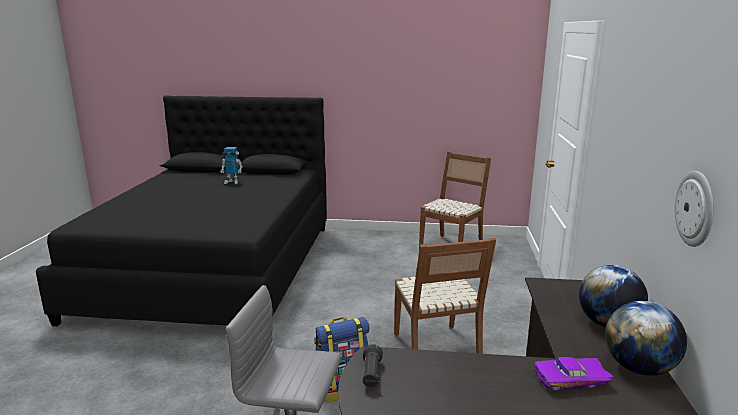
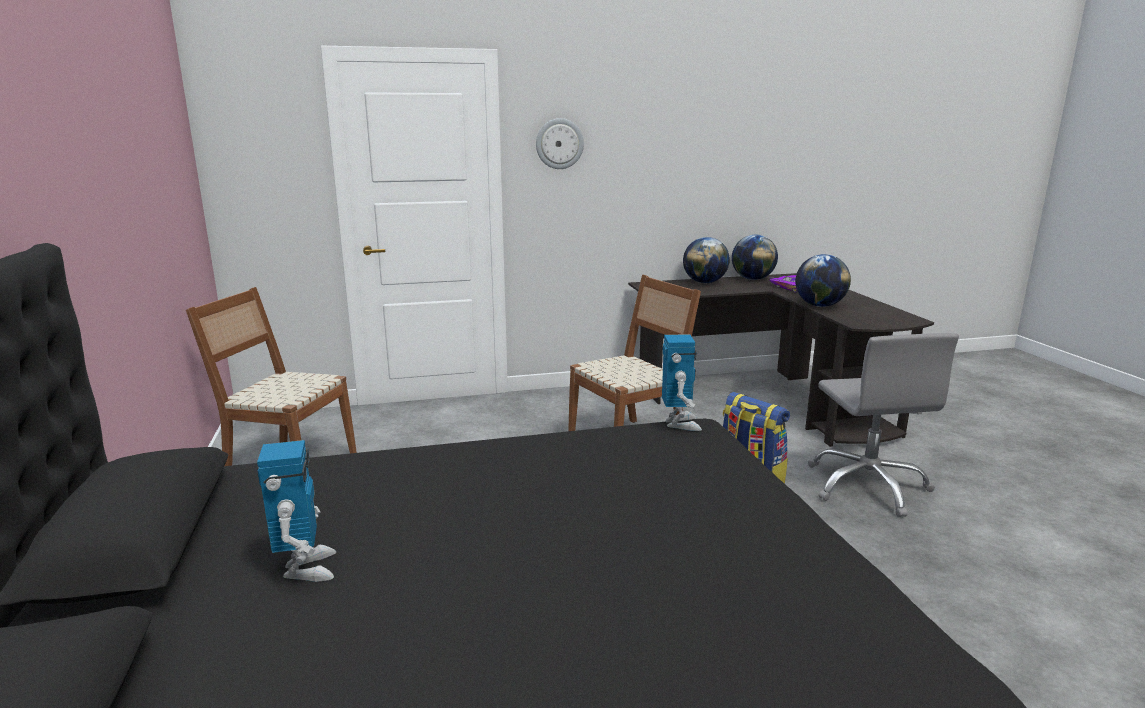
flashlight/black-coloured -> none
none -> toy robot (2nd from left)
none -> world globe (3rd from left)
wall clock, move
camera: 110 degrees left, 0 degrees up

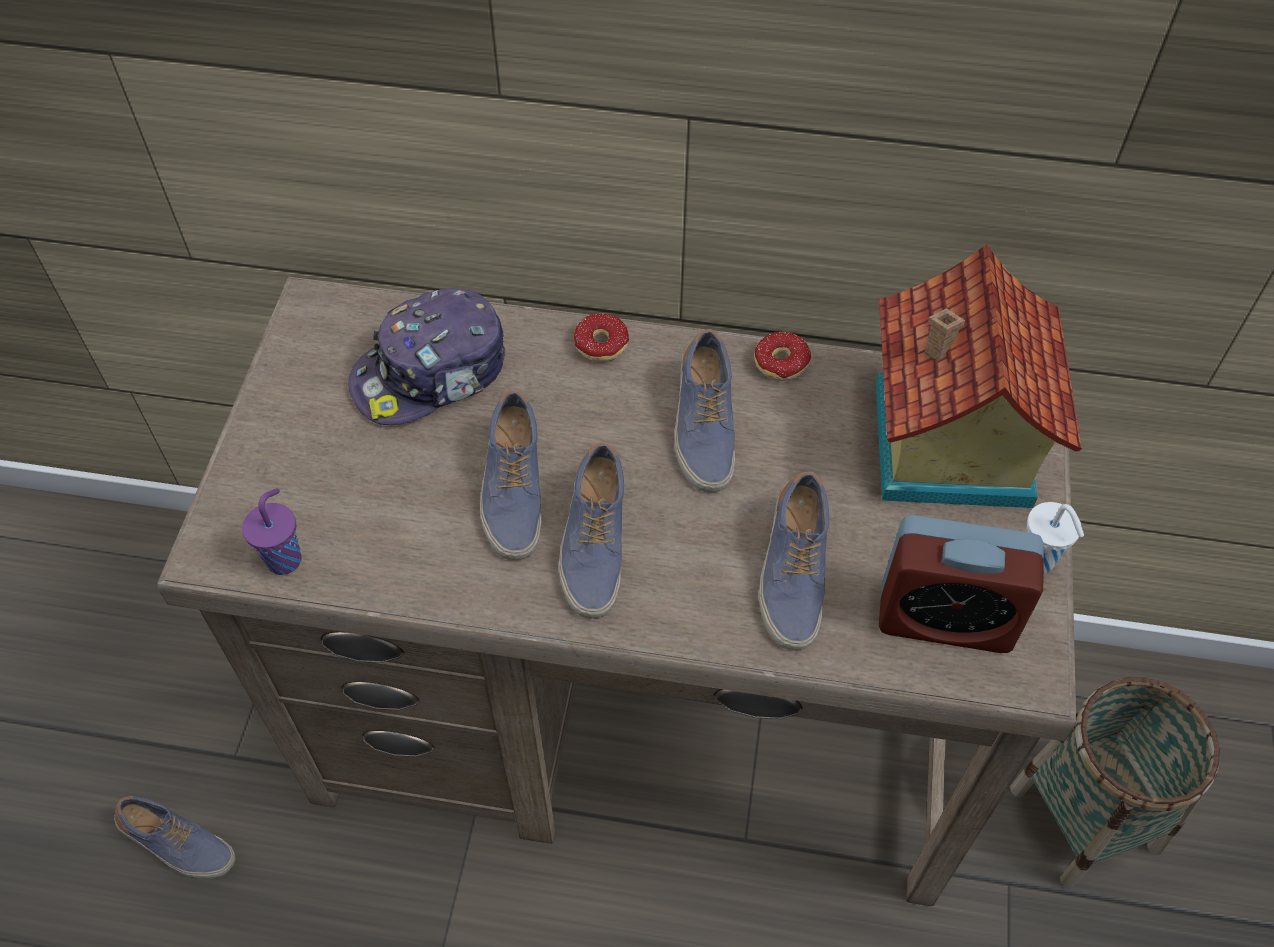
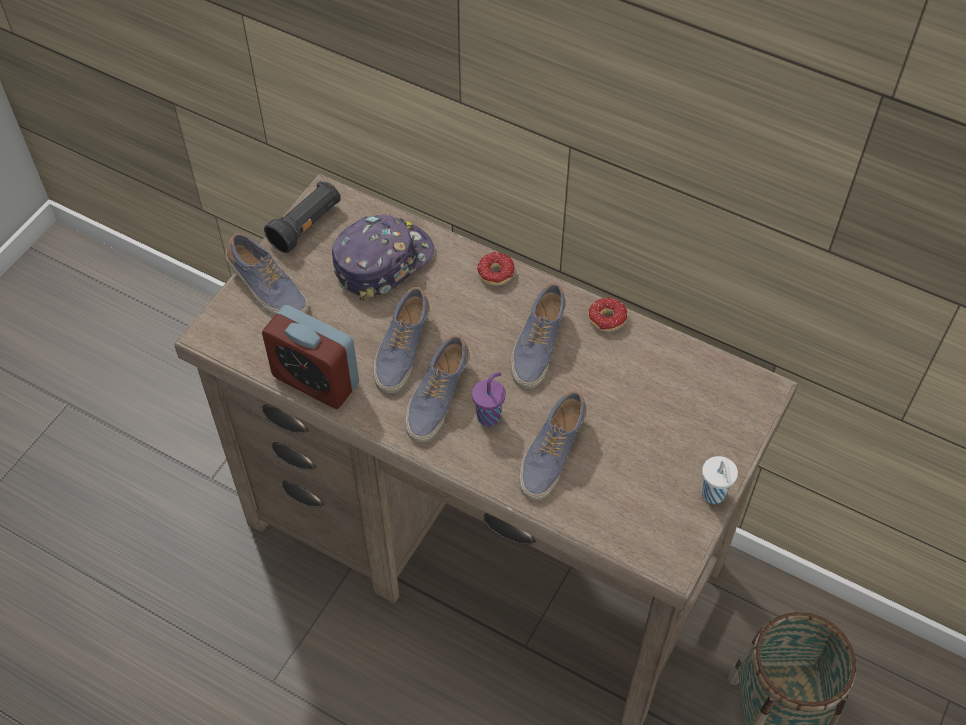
toy house -> none
none -> flashlight/black-coloured
item of footwear (1st from left), move
cup/purple-coloured, move
bedside clock, move
cap, 150 degrees clockwise
camera: 20 degrees right, 0 degrees up

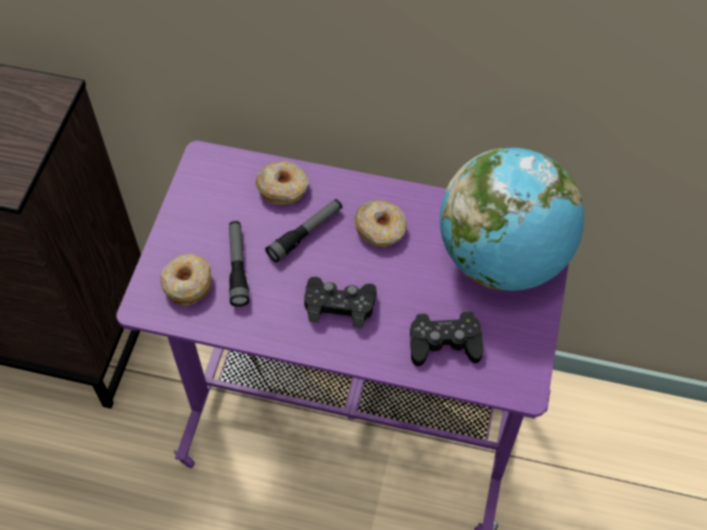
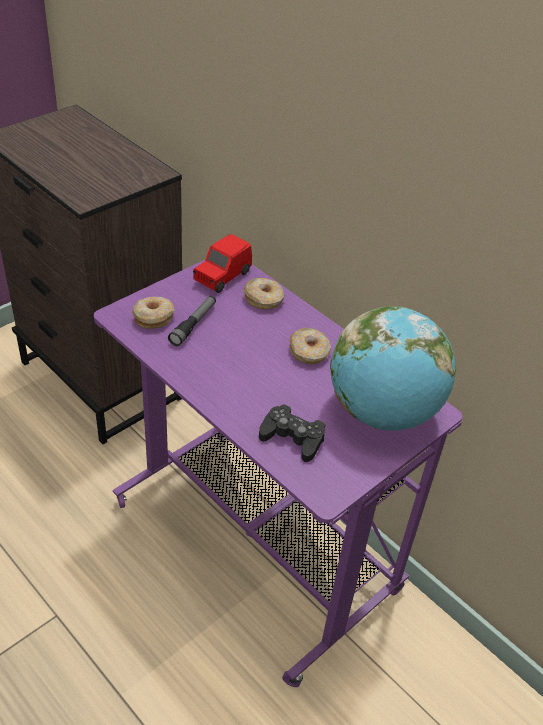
flashlight (2nd from left) -> none
game controller/black-coloured (1st from left) -> none
none -> model car/red-coloured
camera: 30 degrees right, 15 degrees down

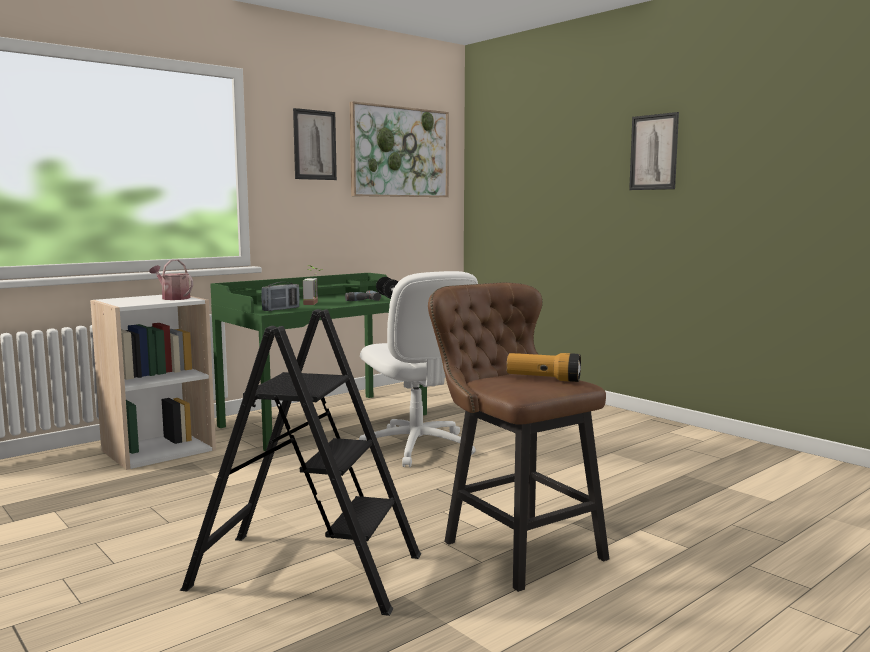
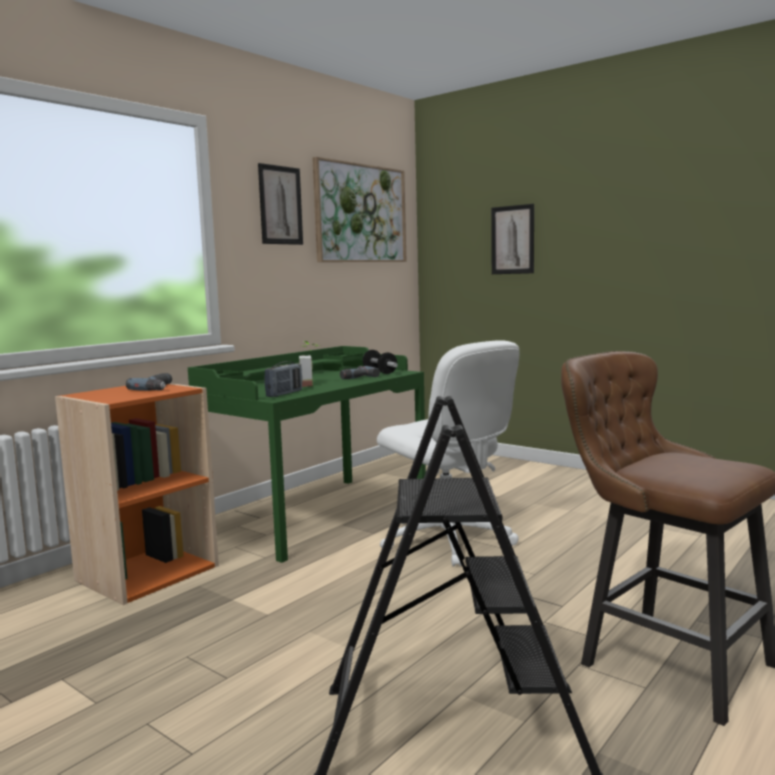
flashlight -> none
wall art (3rd from left), move
watering pot -> electric drill (1st from left)
shelving unit/whitish -> shelving unit/orange
camera: 10 degrees left, 0 degrees up

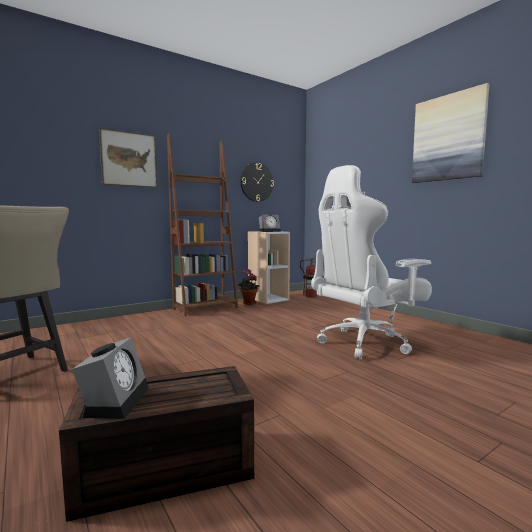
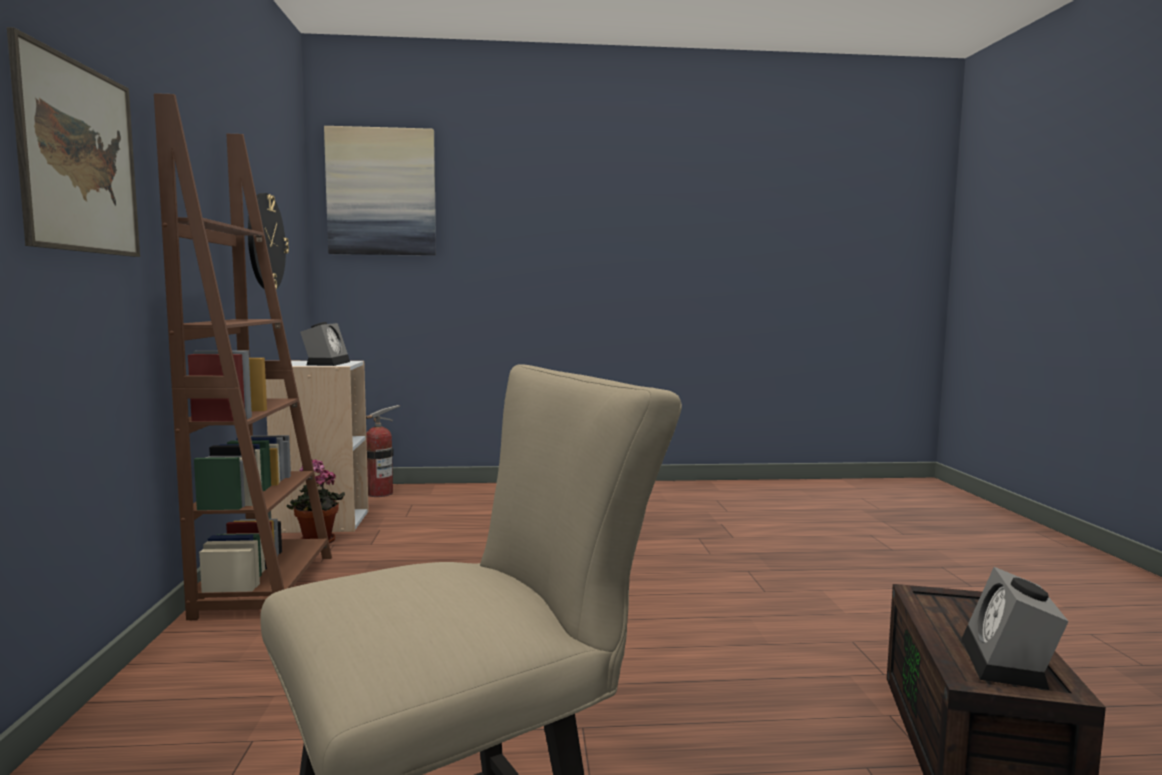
desk chair/whitish -> none
wall art (2nd from left), move
bedside clock (1st from left in the first image) -> bedside clock (2nd from left), 105 degrees counterclockwise
camera: 60 degrees left, 0 degrees up

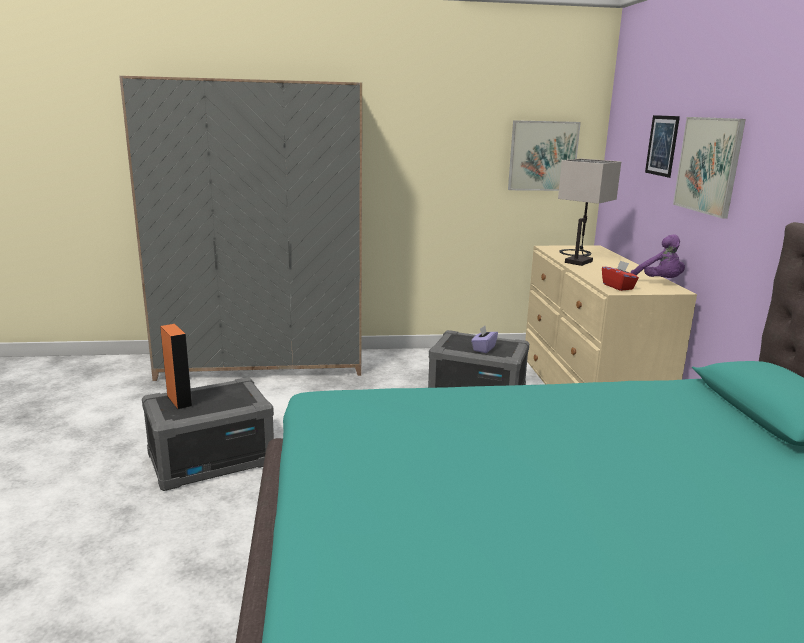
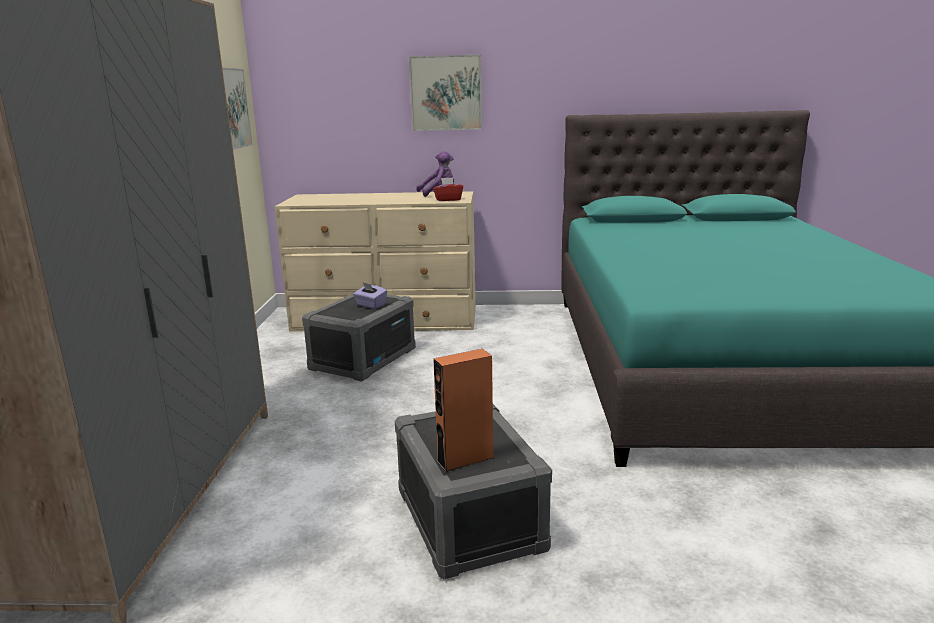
lamp for a table -> none
wall art (2nd from left) -> none
camera: 80 degrees left, 0 degrees up

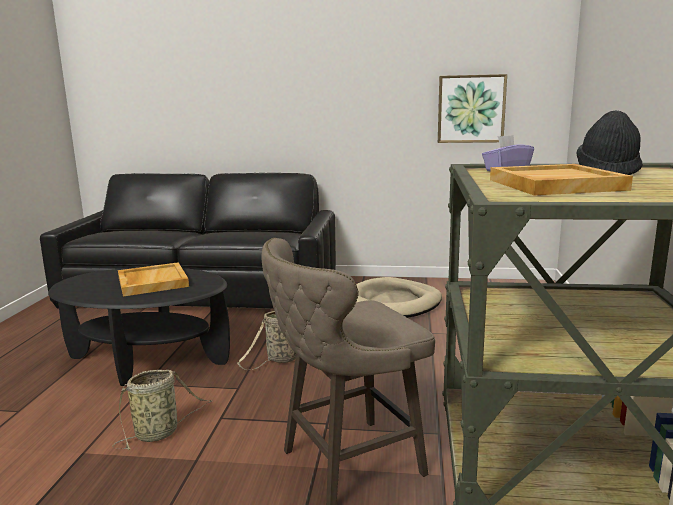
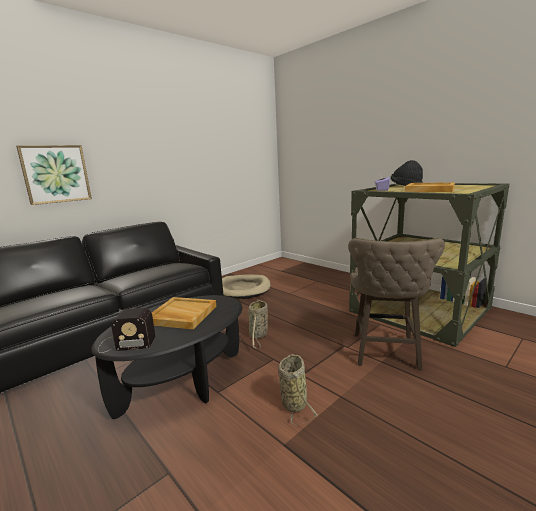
none -> radio
wall art, move
camera: 50 degrees left, 0 degrees up

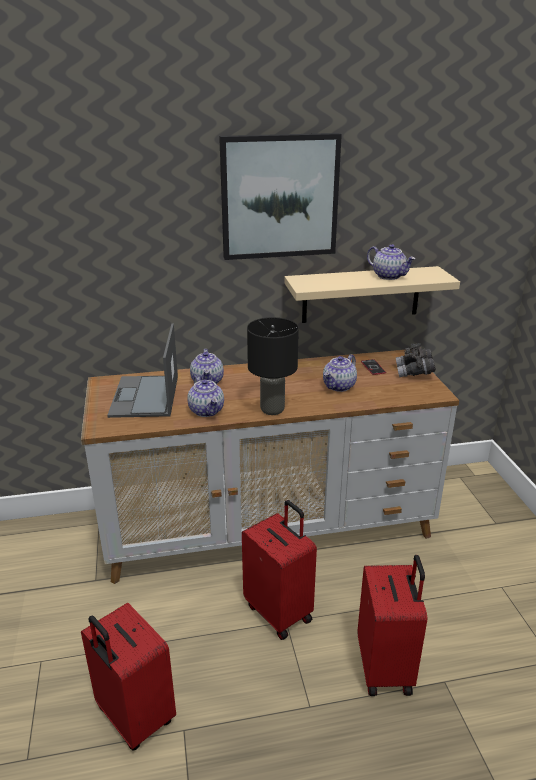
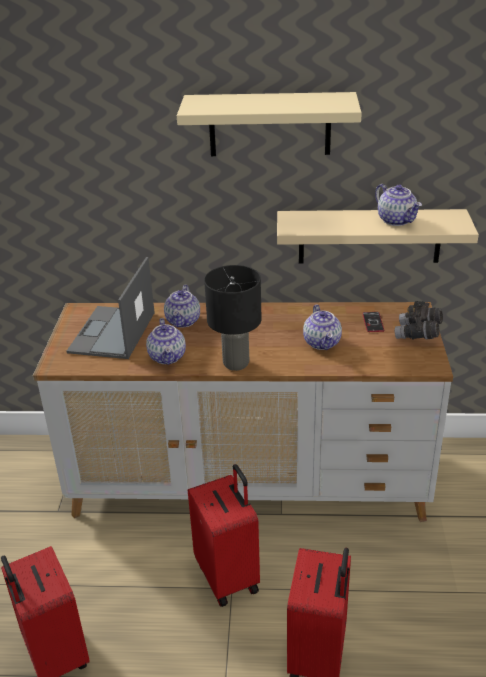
wall art -> wall shelf/beige (1st from left)
pot for tea (3rd from left), 60 degrees counterclockwise
camera: 15 degrees right, 5 degrees up

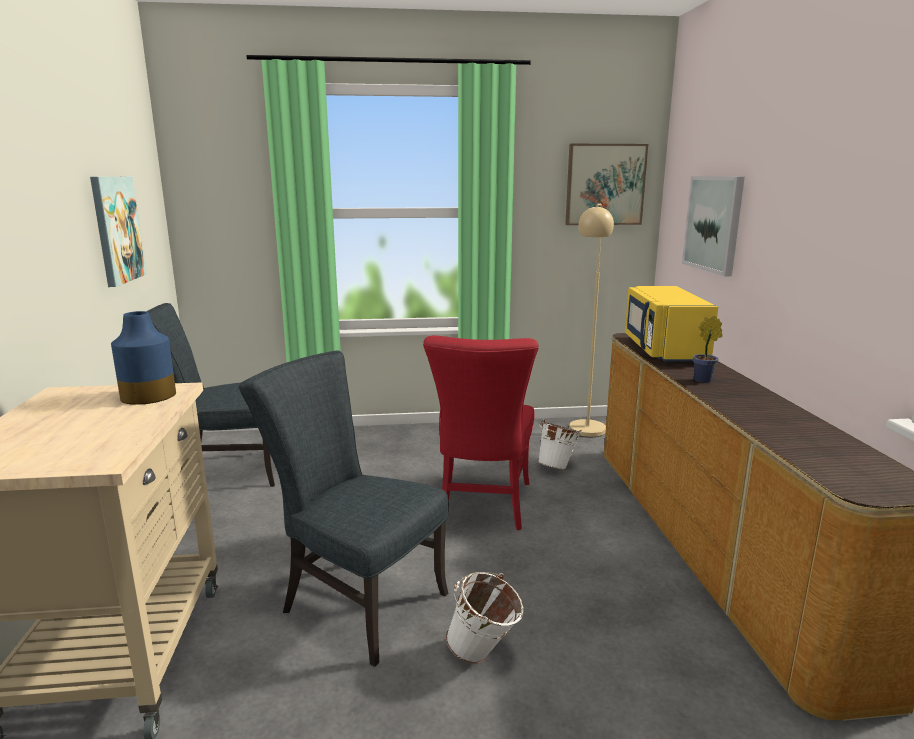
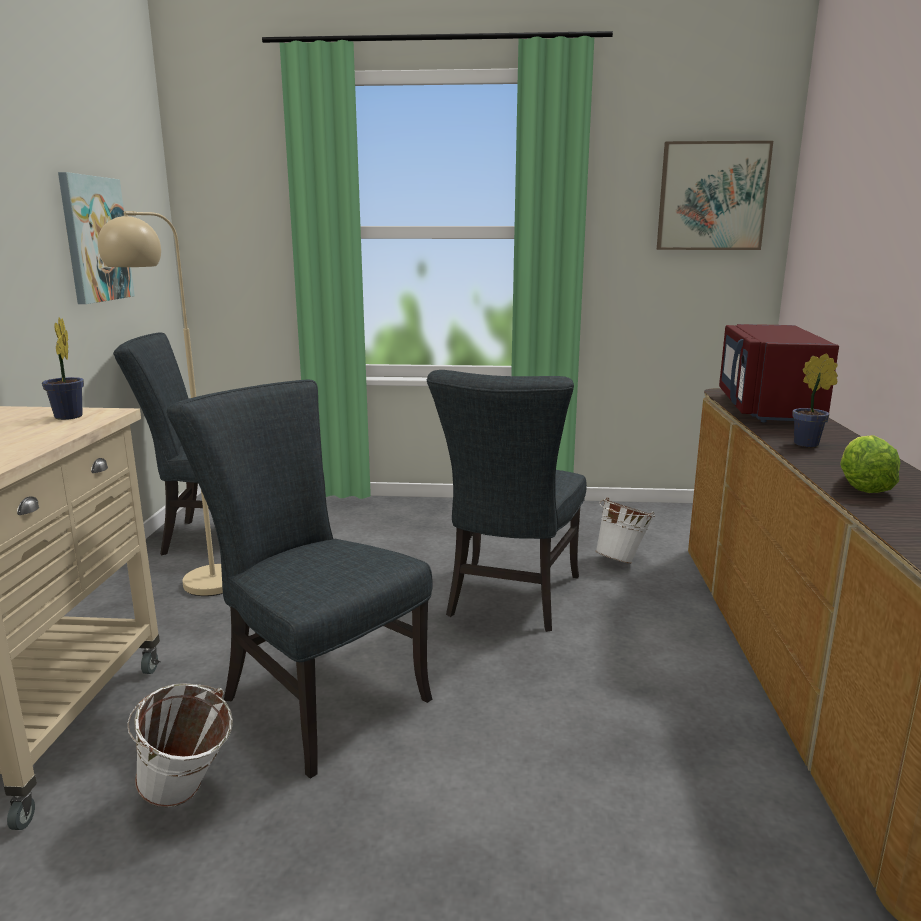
wall art (3rd from left) -> none
none -> lettuce head
bucket/whitish (1st from left), move
standing lamp/beige, move
decorative vase/blue-coloured -> plant in a pot (1st from left)
chair/red-coloured -> chair/greyish (3rd from left)
microwave oven/yellow-coloured -> microwave oven/red-coloured
camera: 10 degrees right, 0 degrees up

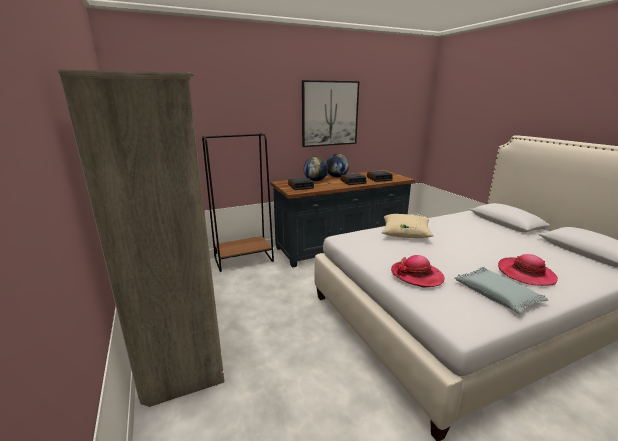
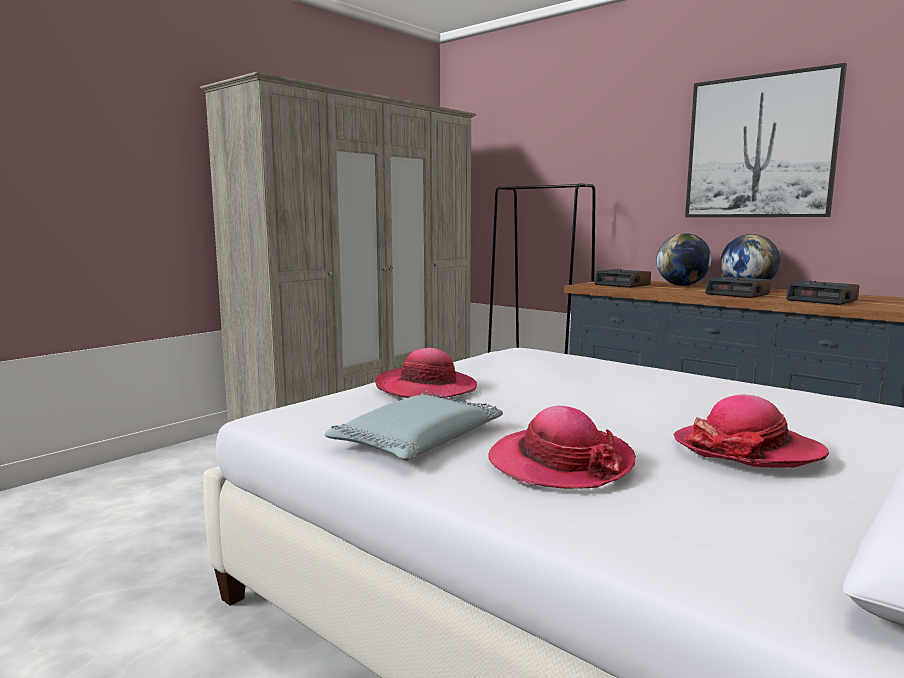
pillow/beige -> none
none -> clothing hat (3rd from left)
camera: 65 degrees right, 10 degrees down

